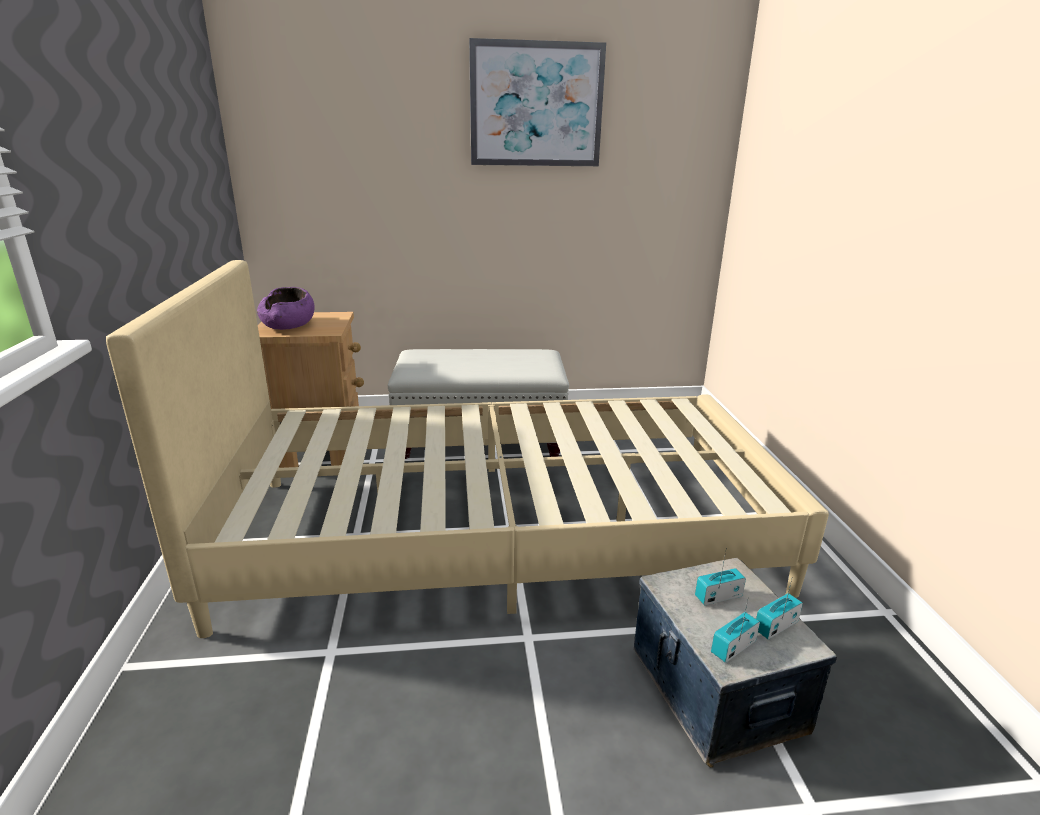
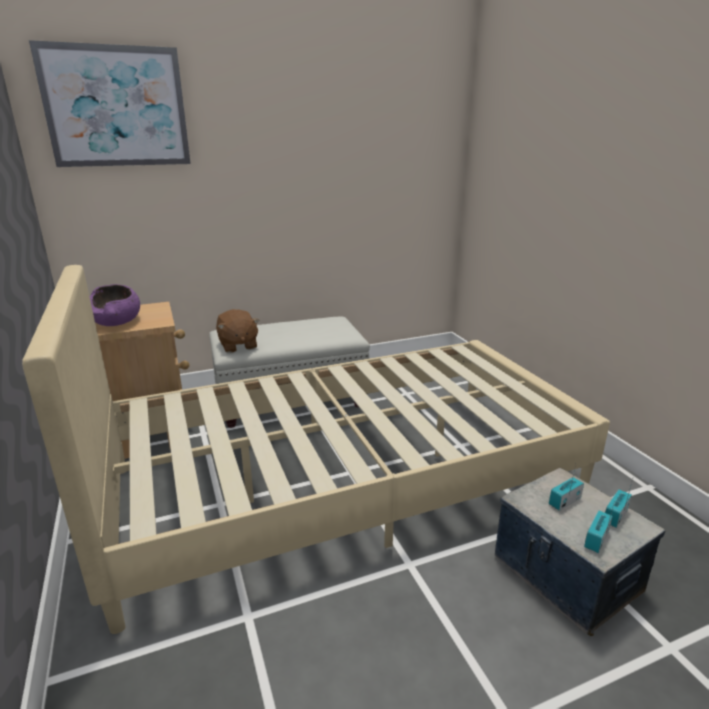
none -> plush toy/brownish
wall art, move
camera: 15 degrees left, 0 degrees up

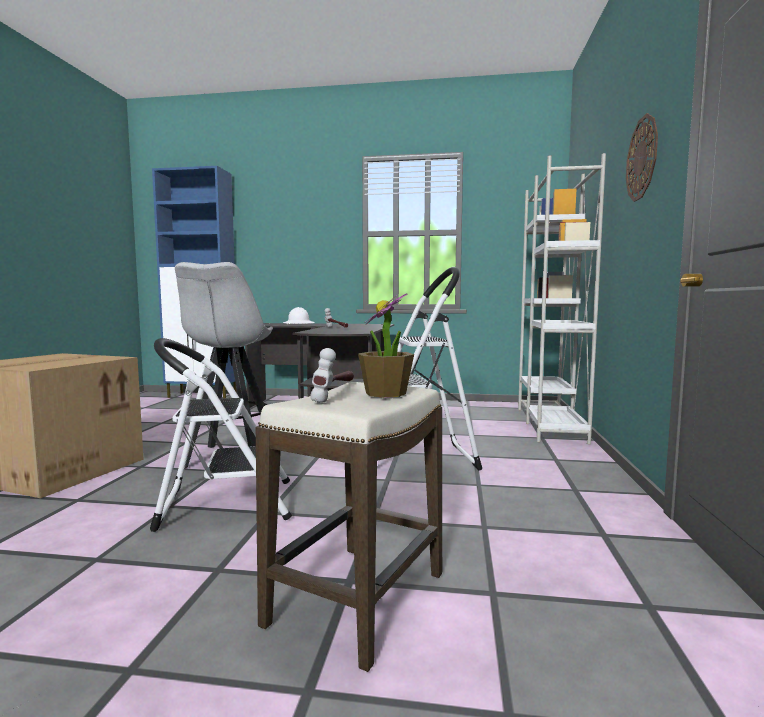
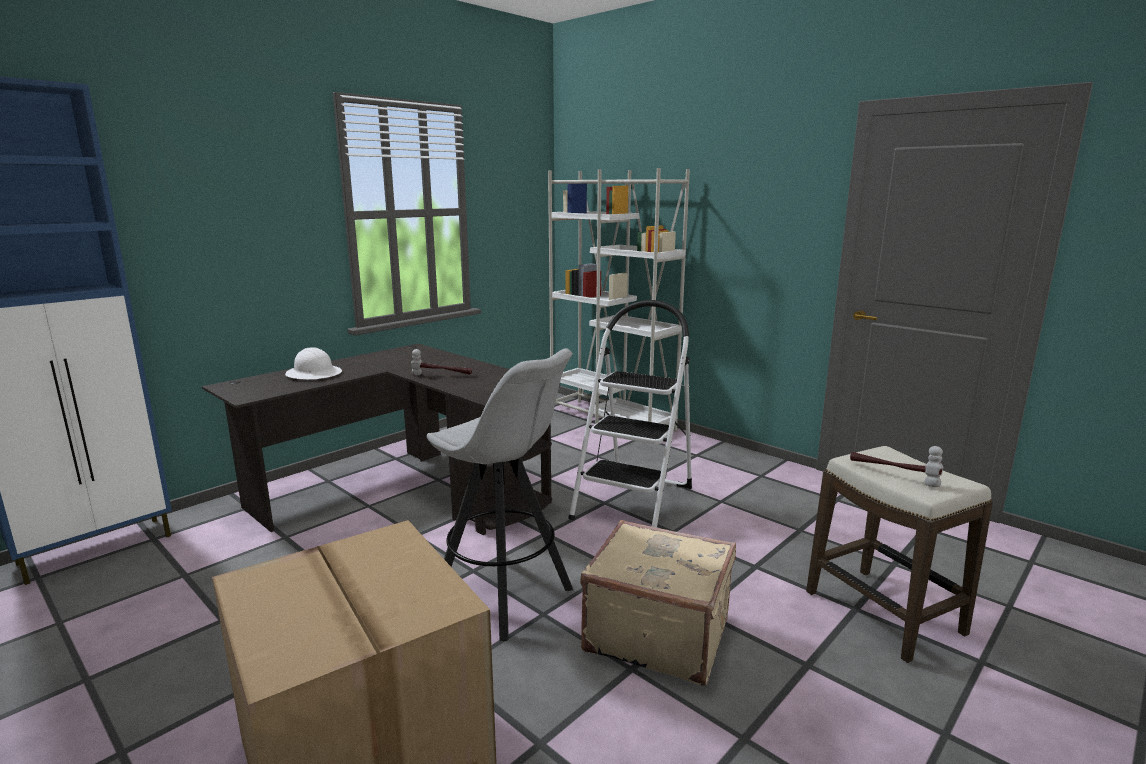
plant in a pot -> none
wall clock -> none
step ladder (1st from left) -> travel case/beige
camera: 55 degrees left, 10 degrees up

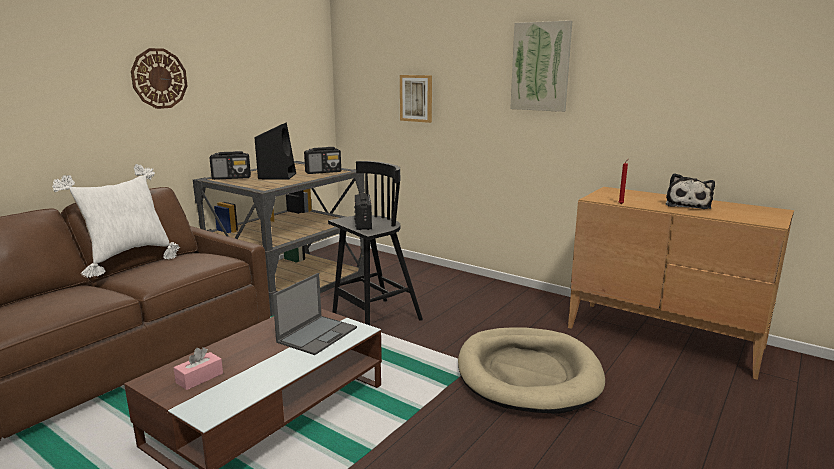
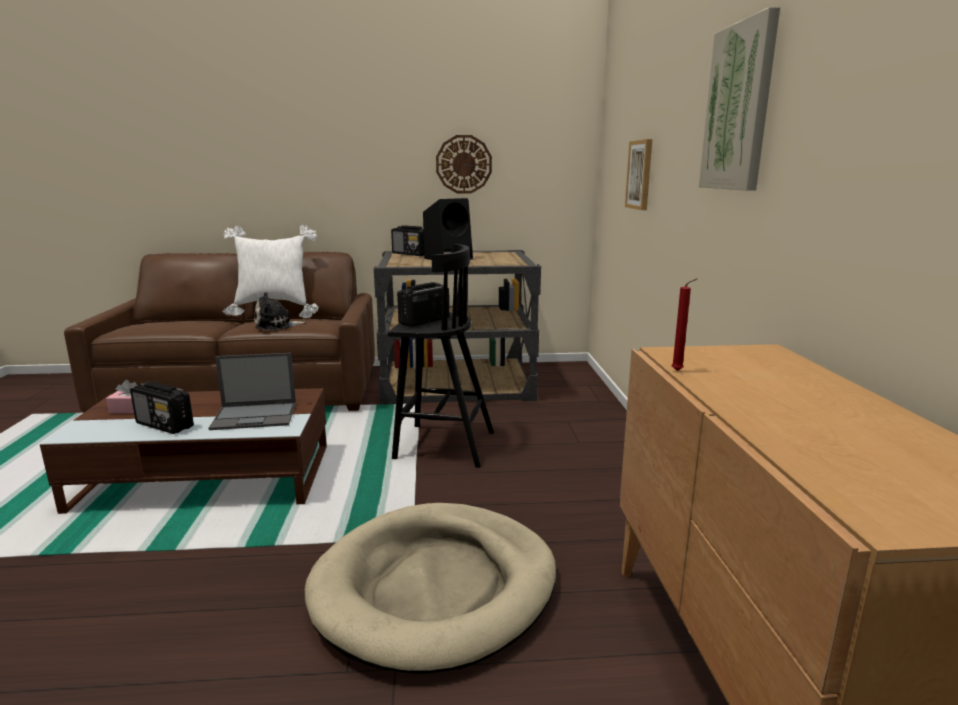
wall clock, move
radio (2nd from left in the first image) -> radio (1st from left), move
plush toy, move
camera: 50 degrees right, 0 degrees up

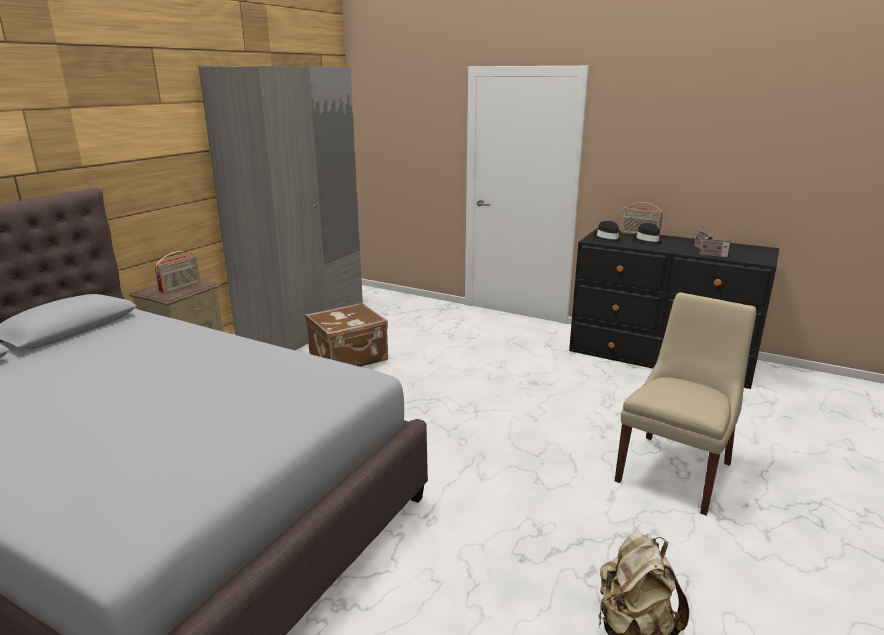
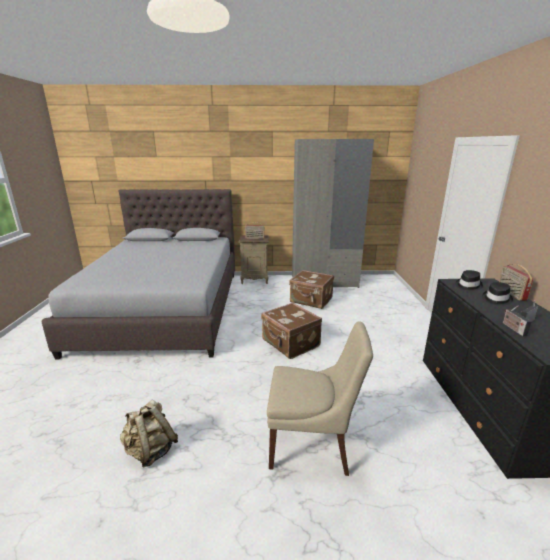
none -> travel case/brownish (1st from left)
camera: 60 degrees right, 0 degrees up

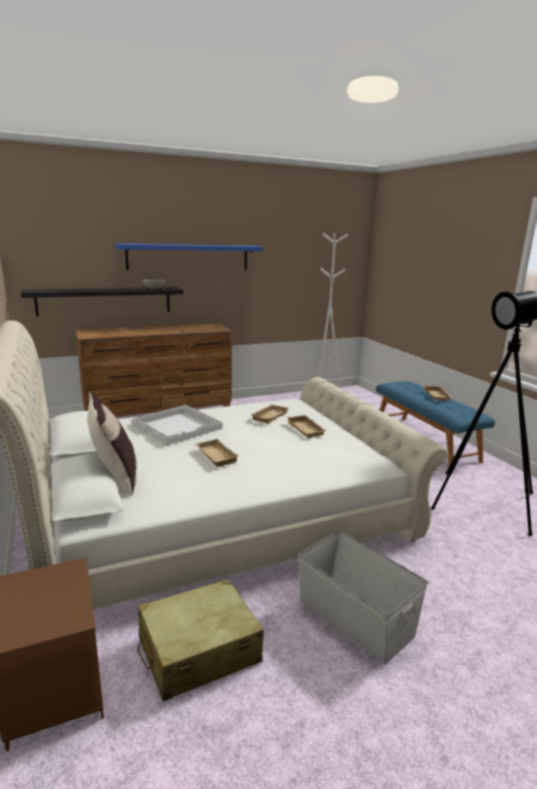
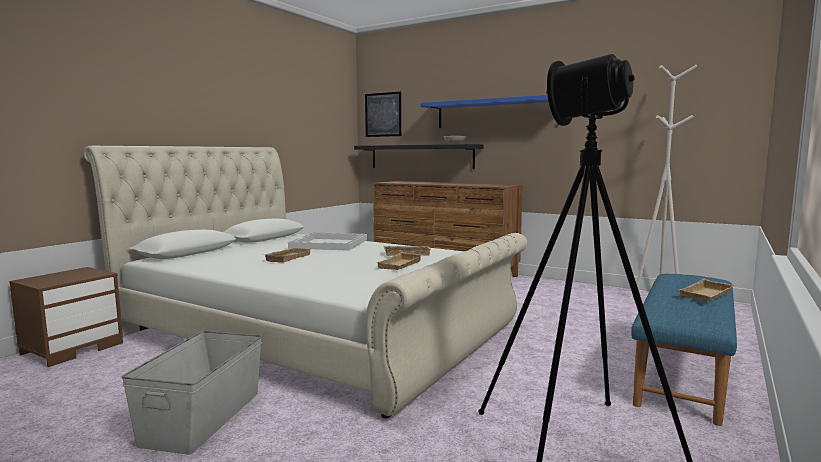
pillow -> none
travel case/beige -> none
none -> wall art
camera: 55 degrees right, 10 degrees down

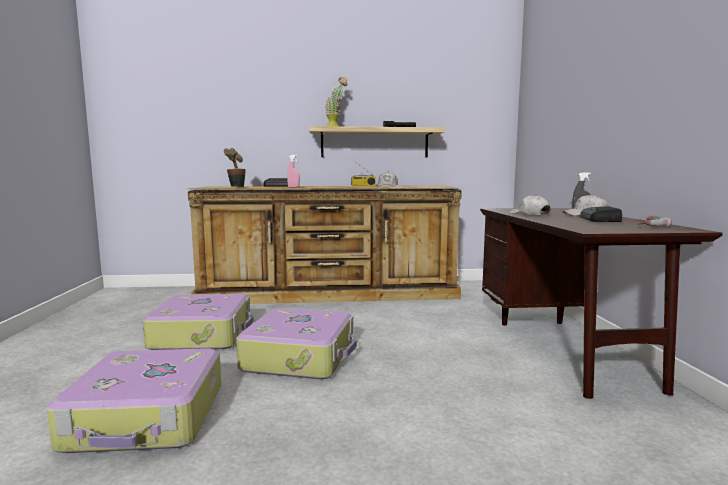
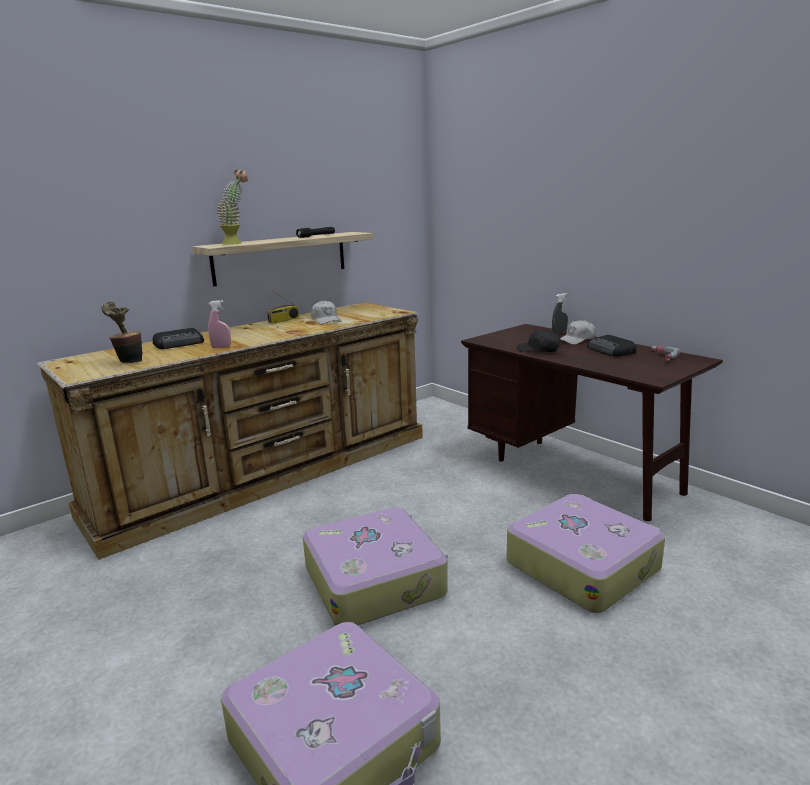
travel case (2nd from left in the first image) -> travel case (3rd from left), move
cap/whitish (2nd from left) -> cap/black-coloured
camera: 35 degrees left, 10 degrees up

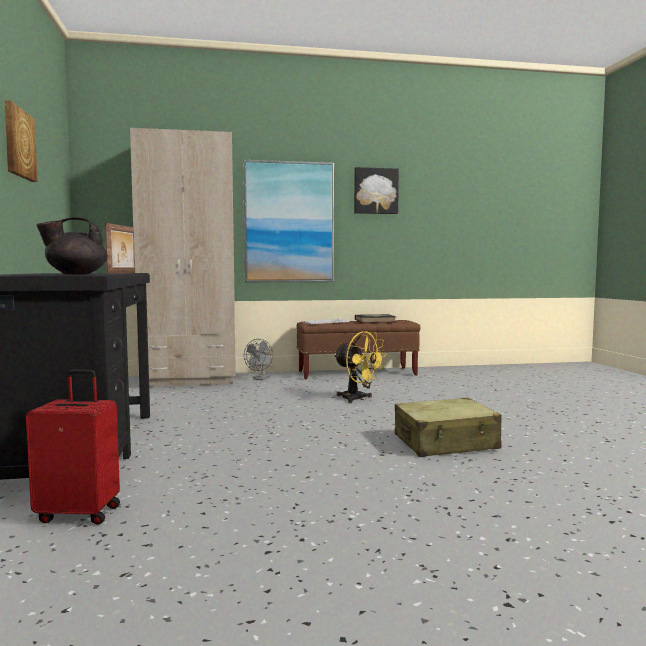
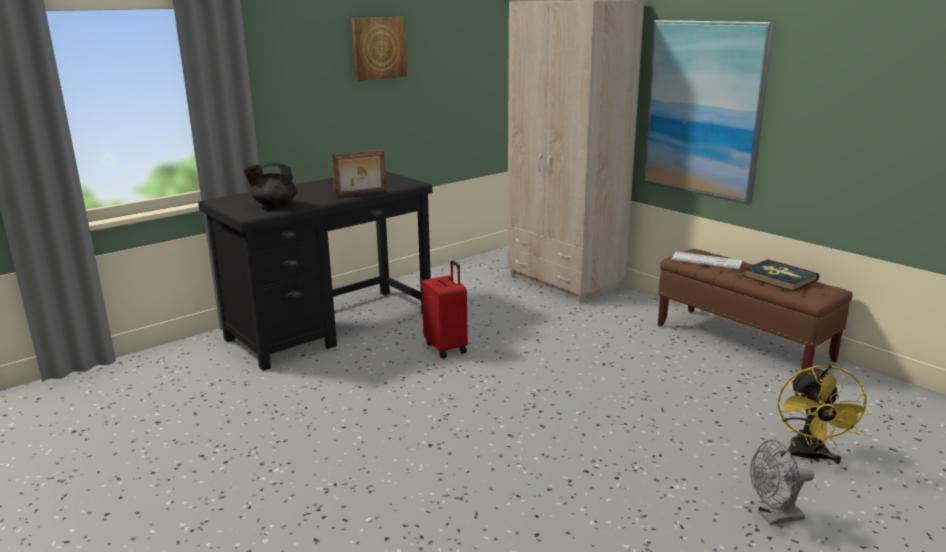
wall art (3rd from left) -> none
travel case/beige -> none
travel case/red-coloured, move
electric fan/greyish, move
electric fan/yellow-coloured, move
pot for tea/black-coloured, 45 degrees counterclockwise
camera: 60 degrees right, 15 degrees up

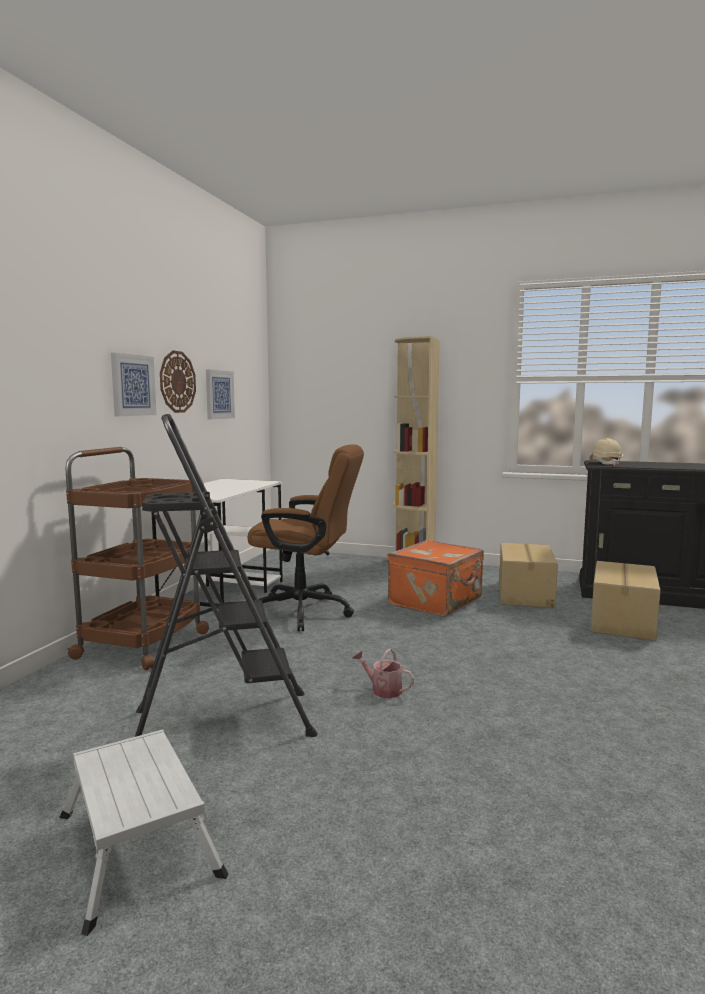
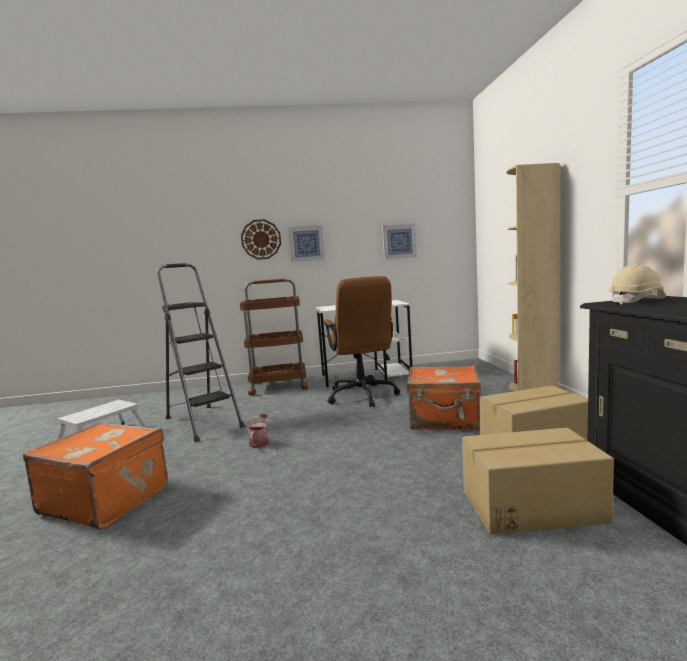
none -> travel case/orange (1st from left)
wall clock, move
camera: 65 degrees right, 0 degrees up

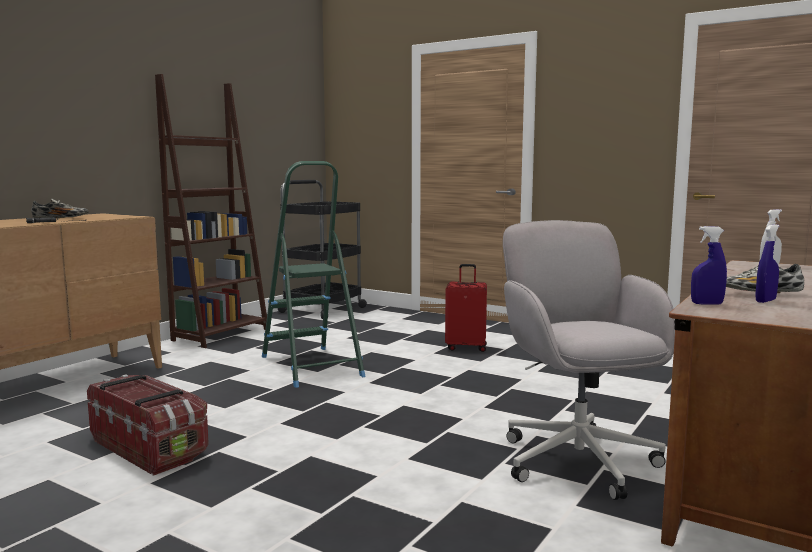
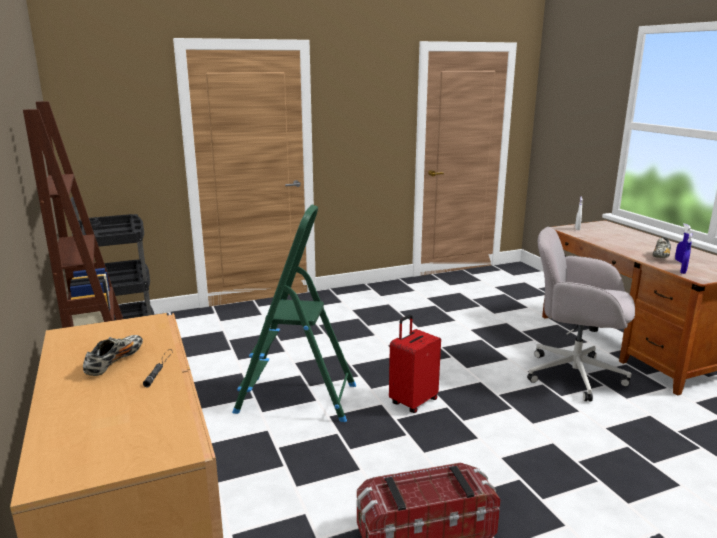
travel case/red-coloured, move
camera: 55 degrees left, 10 degrees up

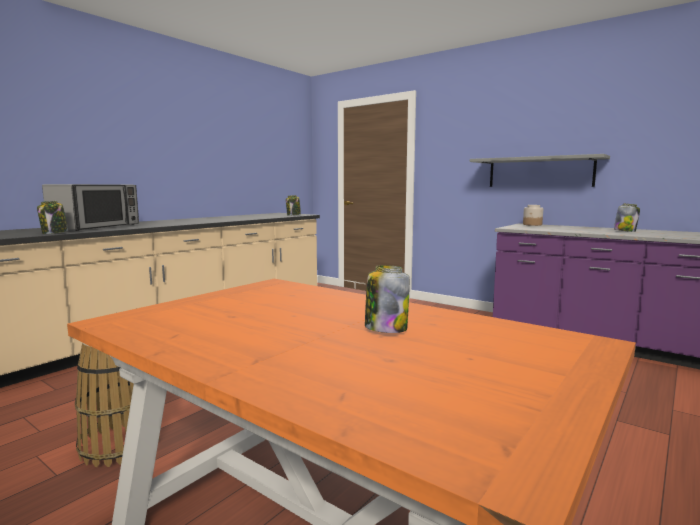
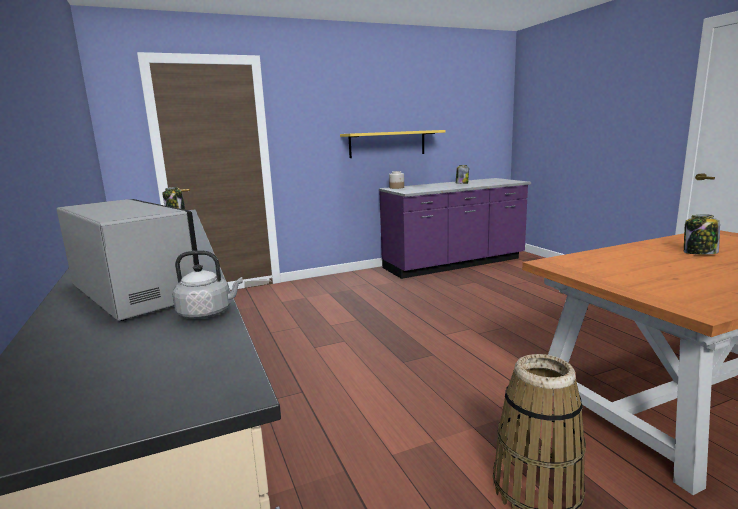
preserve jar (1st from left) -> tea kettle/greyish
wall shelf/greyish -> wall shelf/yellow-coloured
camera: 60 degrees left, 5 degrees up

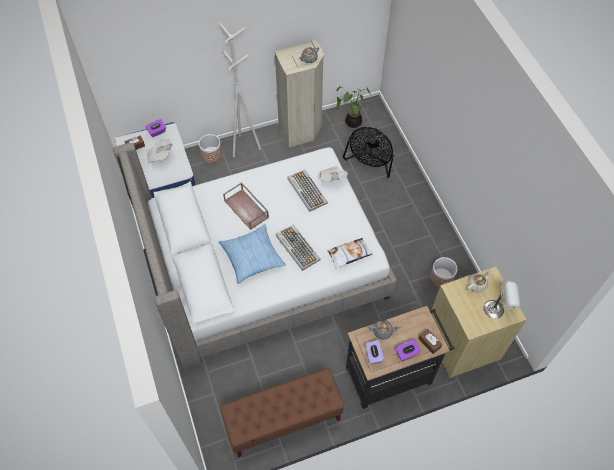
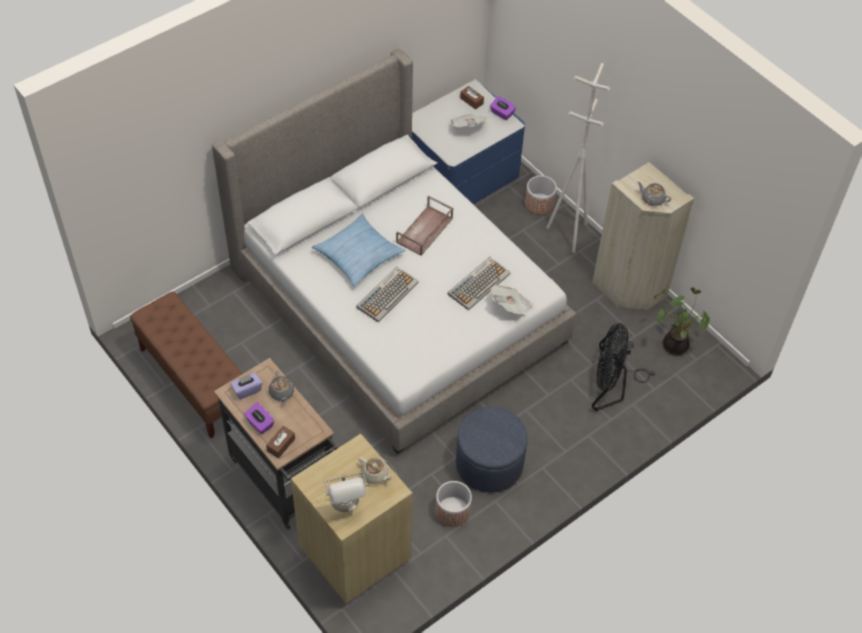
pillow (2nd from left) -> none
none -> ottoman/blue-coloured
camera: 70 degrees right, 5 degrees down

